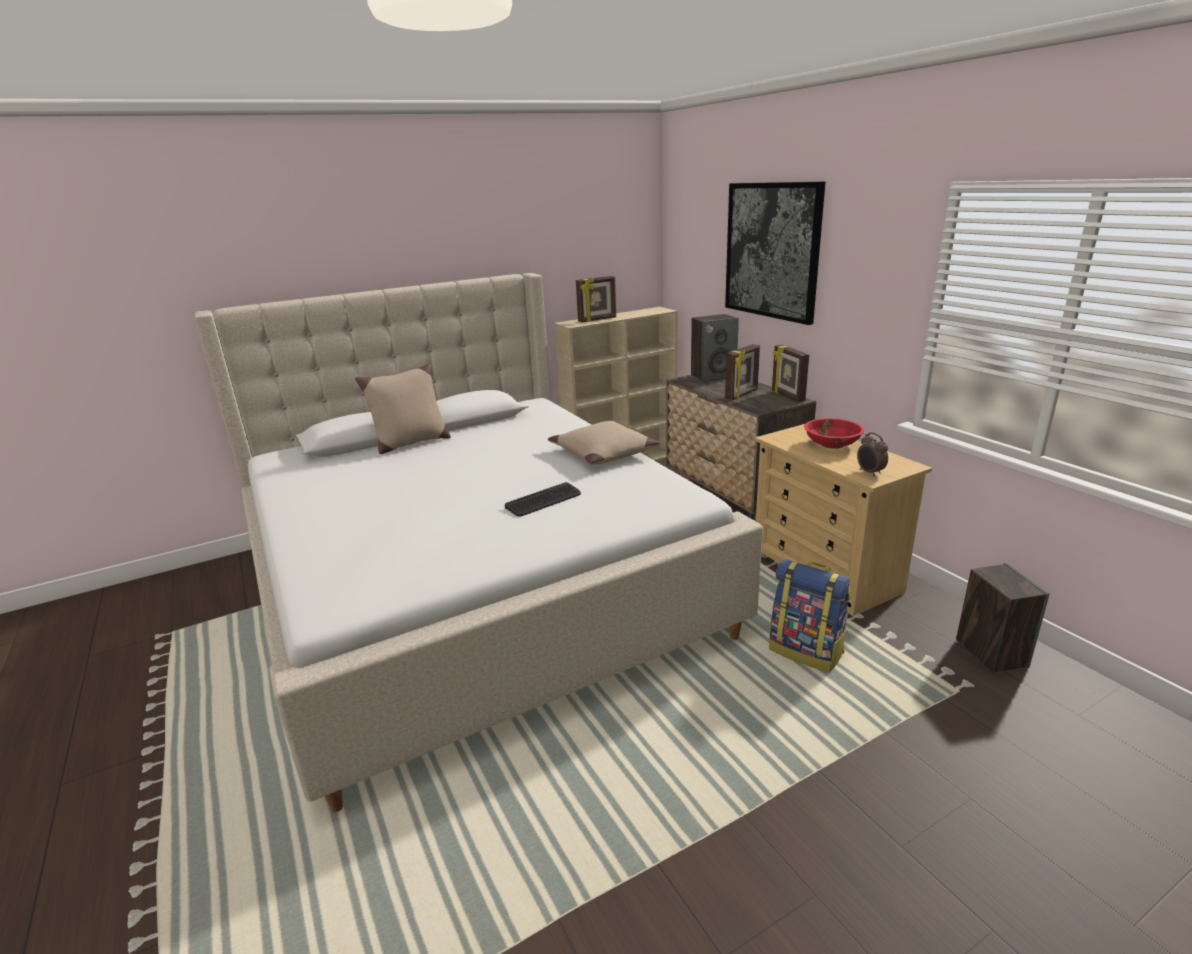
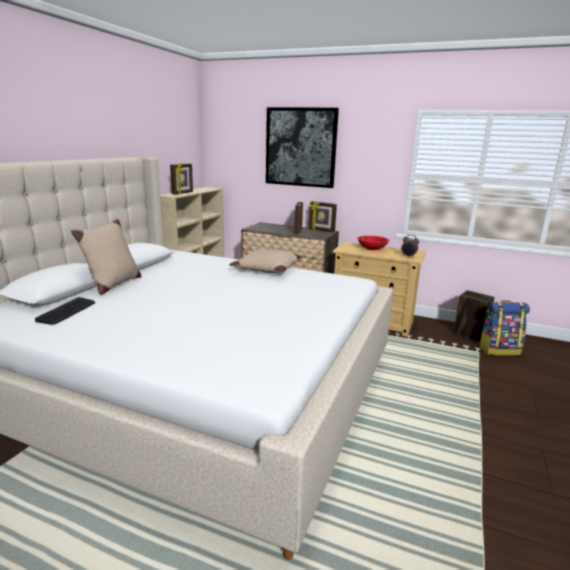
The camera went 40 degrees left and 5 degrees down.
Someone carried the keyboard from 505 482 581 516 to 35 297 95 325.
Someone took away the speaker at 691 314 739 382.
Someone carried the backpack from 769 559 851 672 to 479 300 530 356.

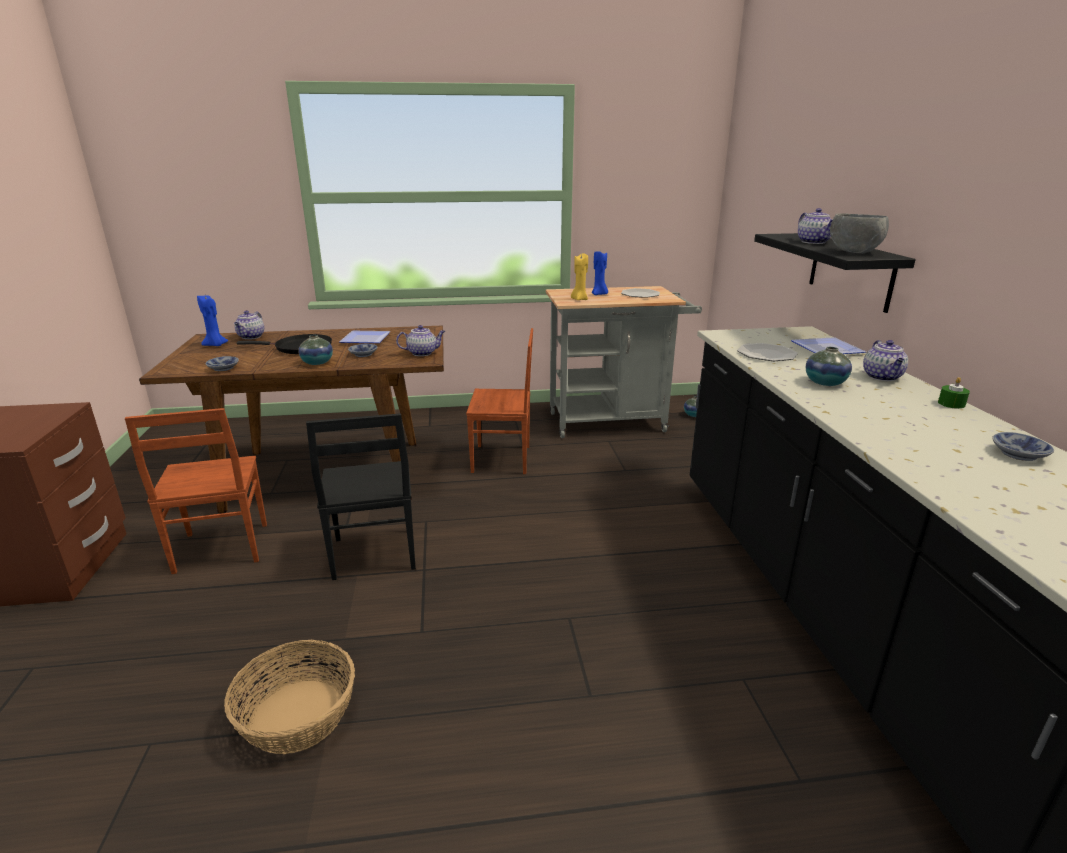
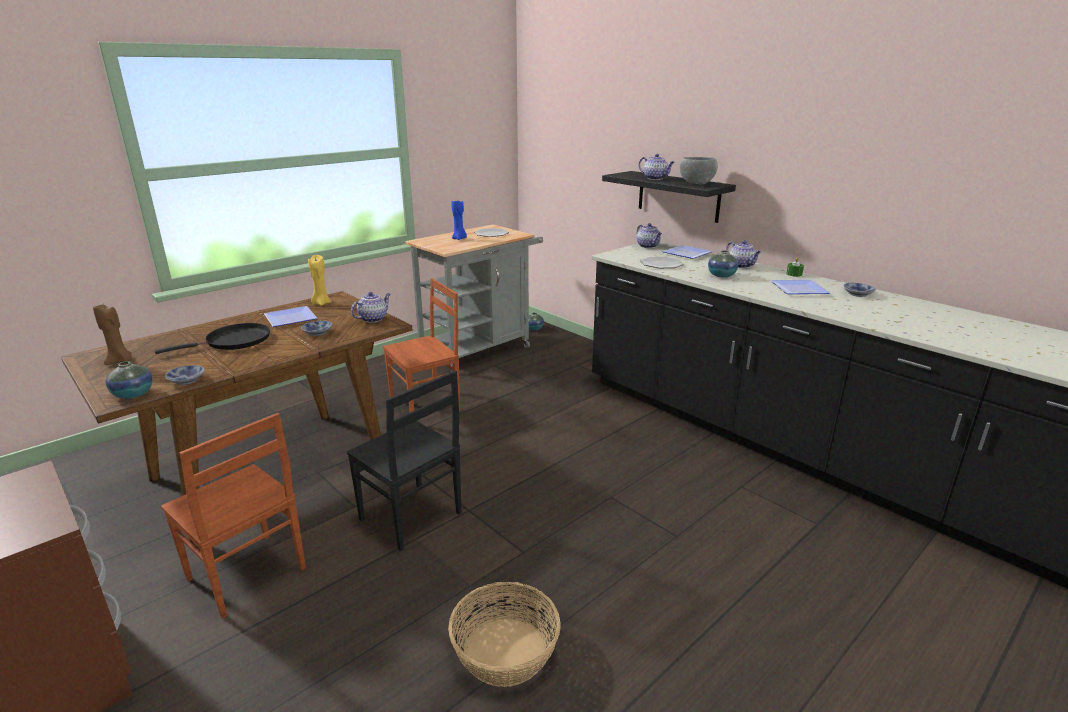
The camera went 35 degrees left and 0 degrees up.
Someone repainted the candle (blue) at 197 295 228 346, which became the candle (brown) at 93 304 132 365.
Someone carried the teapot from 234 311 264 339 to 637 223 662 248.
Someone carried the vase from 298 335 333 365 to 106 361 153 399.
Someone carried the candle (yellow) from 571 253 588 300 to 308 255 331 306.
Someone put down the plate at 770 280 830 294.

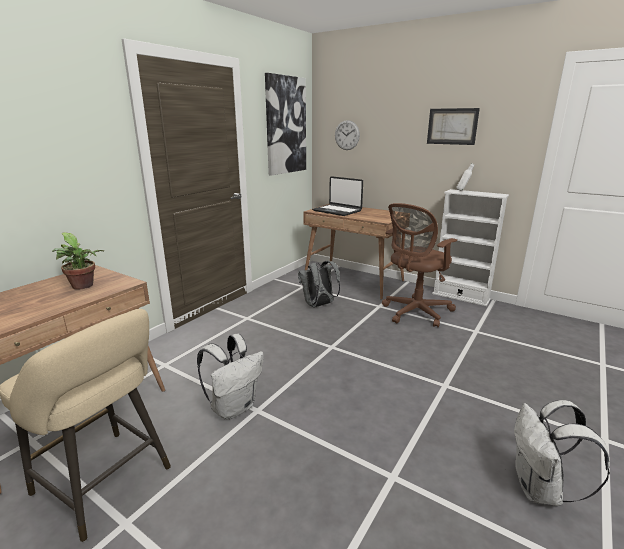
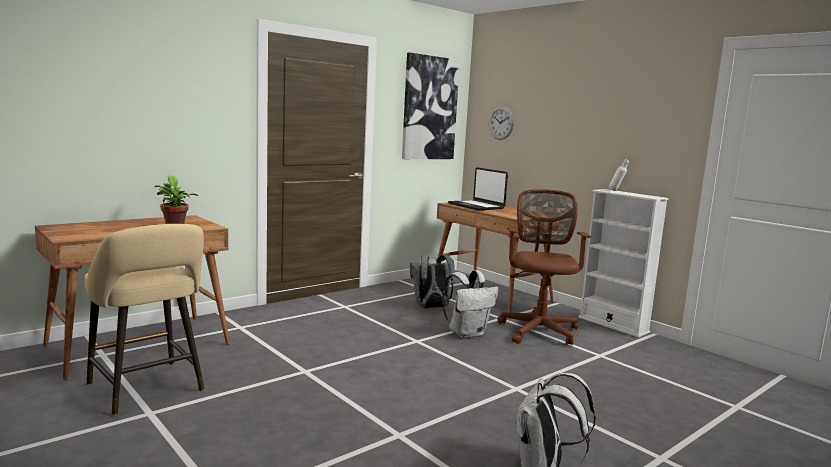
The camera went 15 degrees right and 10 degrees down.
Someone carried the backpack (white) from 197 334 264 420 to 442 270 498 339.
Someone rotated the office chair (brown) at 382 203 457 327 by 120 degrees clockwise.
Someone took away the picture at 427 108 480 145.

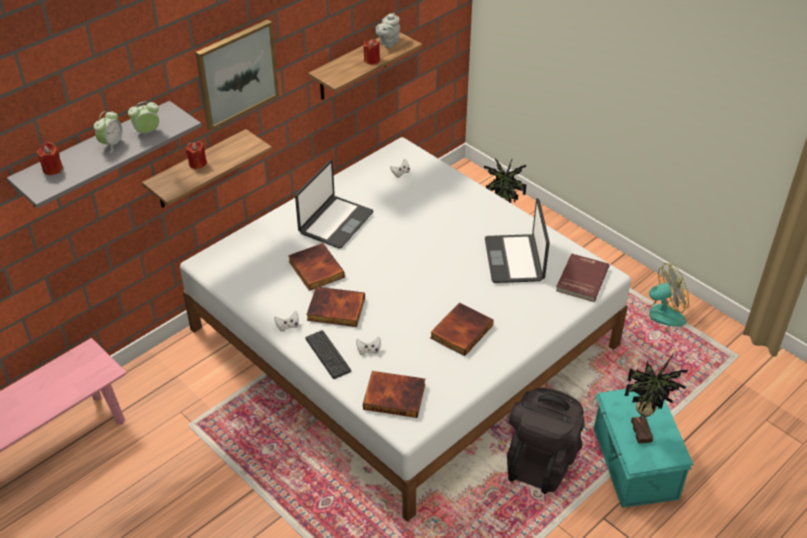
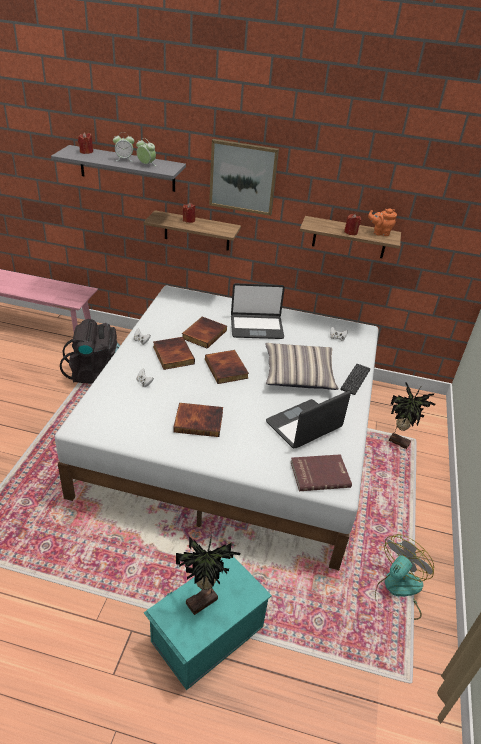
The camera went 55 degrees right and 5 degrees down.
Someone carried the keyboard from 305 330 351 379 to 340 364 370 395.
Someone carried the book from 363 371 425 418 to 205 350 249 384.
Someone repainted the teapot (grey) at 376 12 400 48, which became the teapot (orange) at 368 209 397 236.
Someone carried the backpack (black) from 507 388 585 494 to 60 319 120 383.
Someone rotated the fan at 632 263 689 333 by 90 degrees counterclockwise.
Someone put down the pillow at 265 343 339 390.

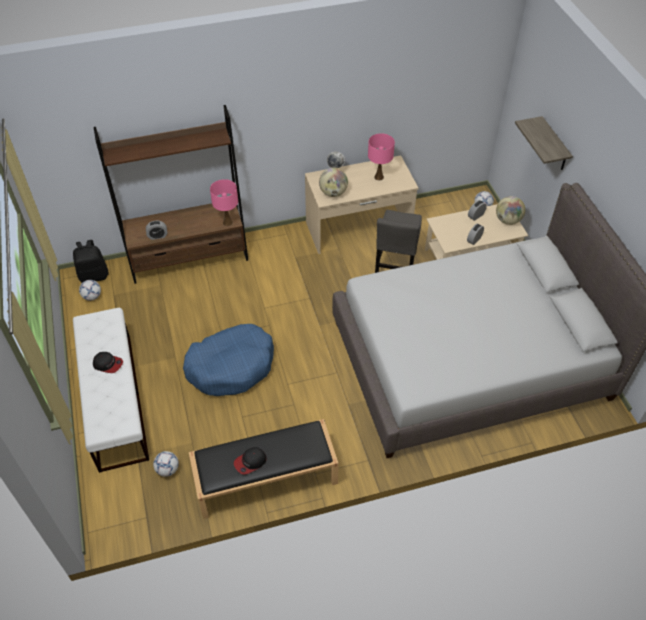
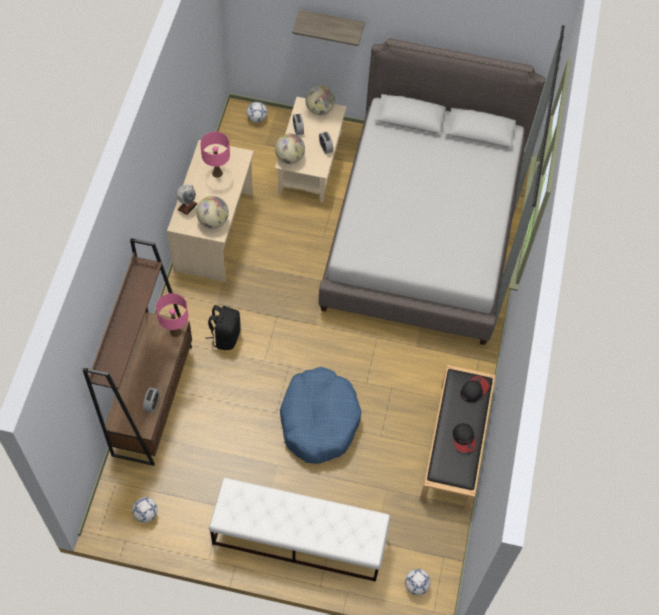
The camera went 65 degrees left and 10 degrees up.
Someone carried the backpack (black) from 73 240 109 283 to 205 305 241 350.
Someone carried the cap from 93 352 123 373 to 461 376 489 403.
Someone carried the football from 153 451 179 477 to 405 569 431 595.
Someone took away the chair (grey) at 375 210 422 273.
Someone put down the globe at 275 134 305 164.

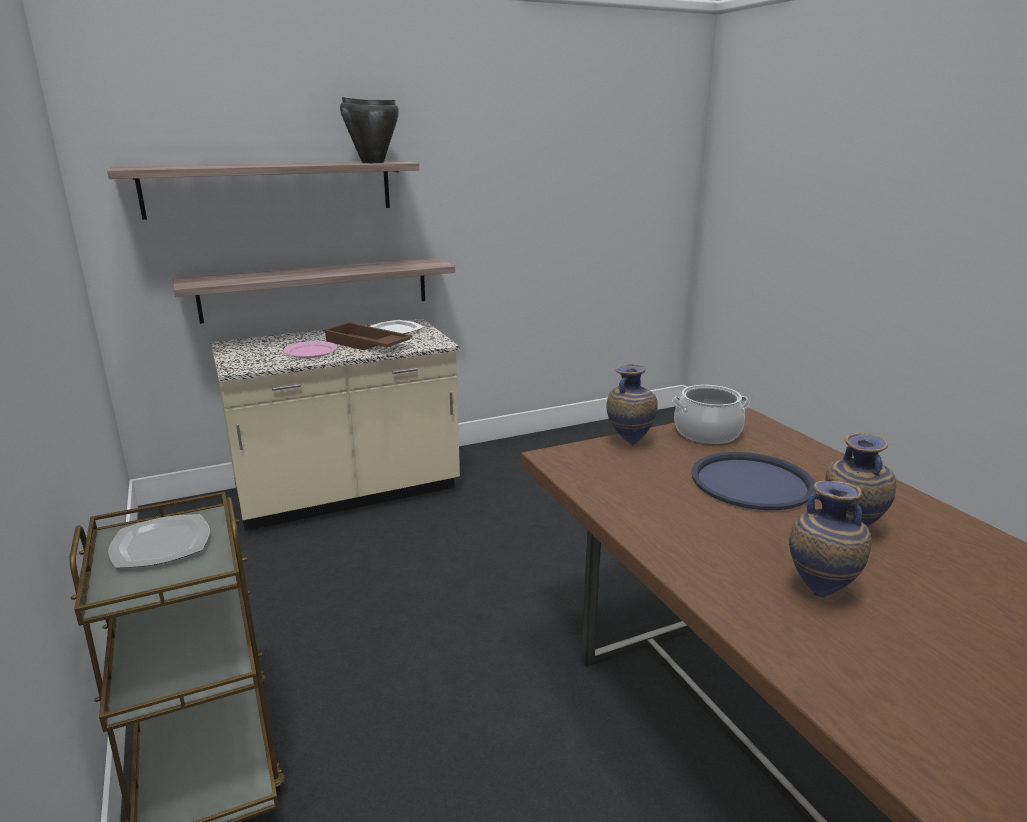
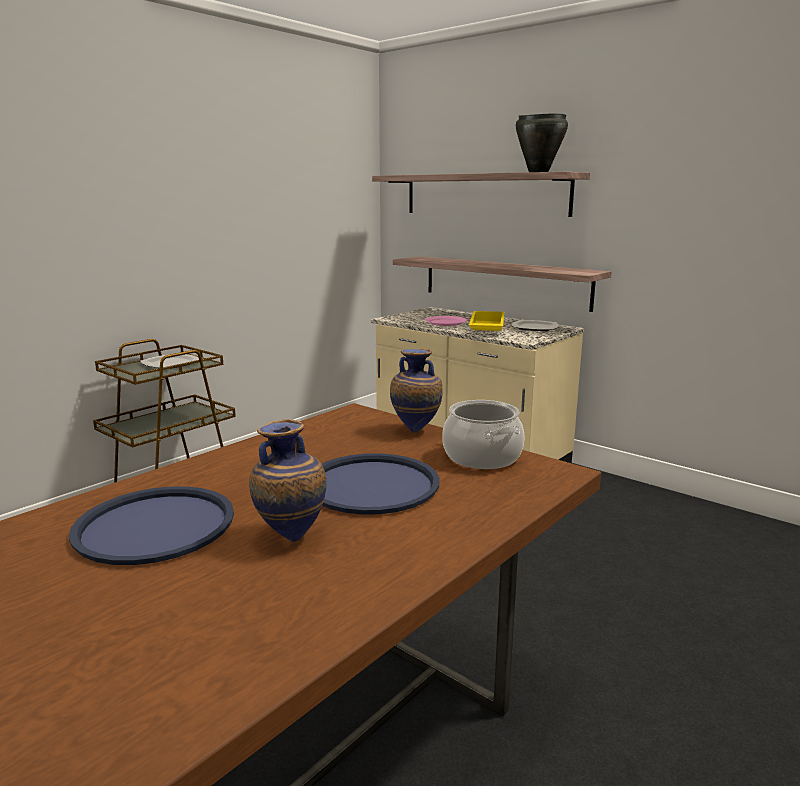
The camera went 65 degrees right and 5 degrees down.
Someone repainted the tray (brown) at 322 322 413 350, which became the tray (yellow) at 469 311 504 331.
Someone swapped the vase at 789 481 872 598 for the tray (blue) at 69 486 234 565.

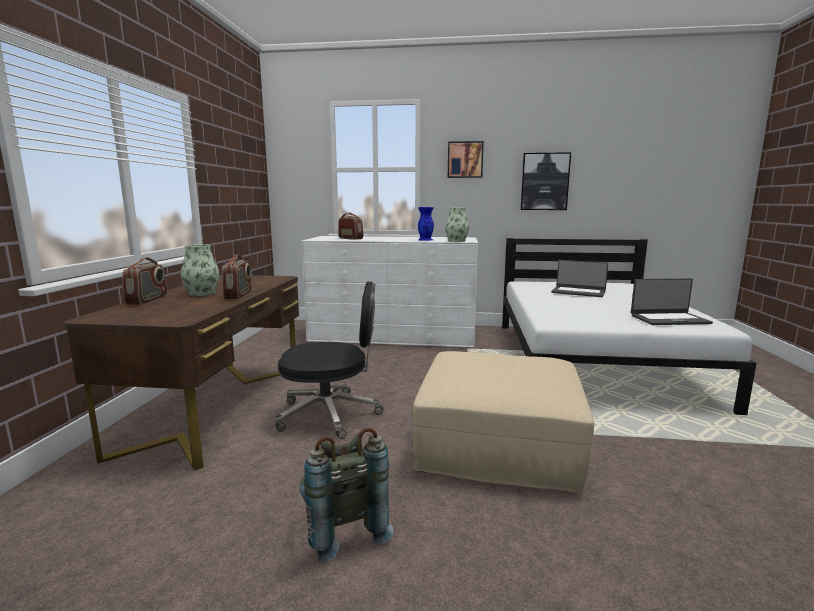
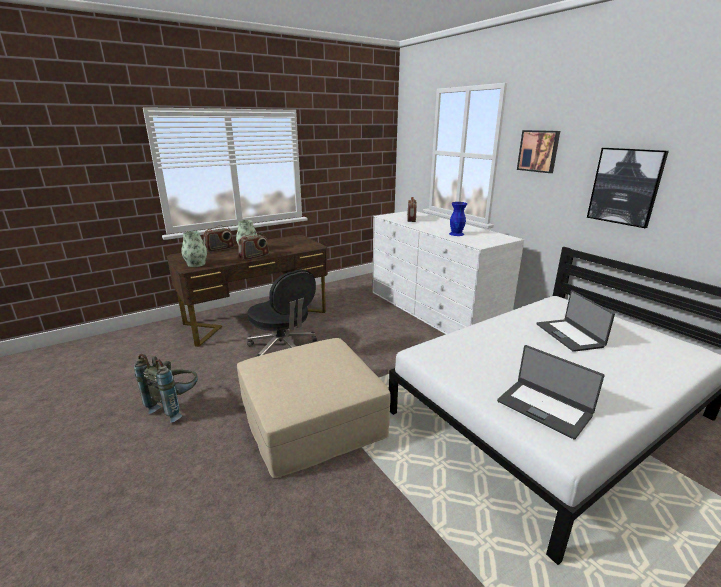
The camera went 50 degrees right and 10 degrees up.
Someone carried the vase from 445 207 469 242 to 181 231 207 267.

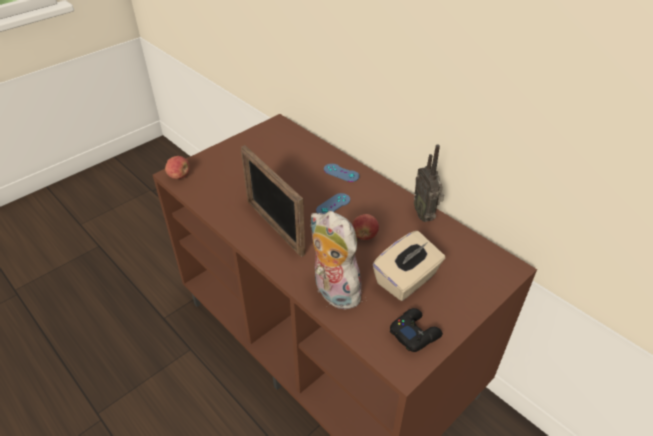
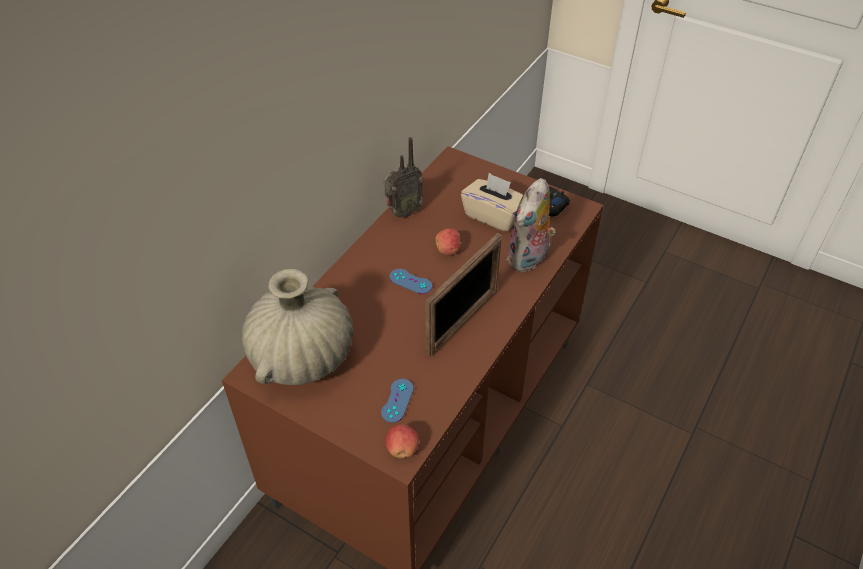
The camera went 105 degrees left and 5 degrees up.
Someone carried the game controller (blue) from 324 164 359 182 to 381 379 414 423.
Someone put down the vase (beige) at 242 269 354 385.

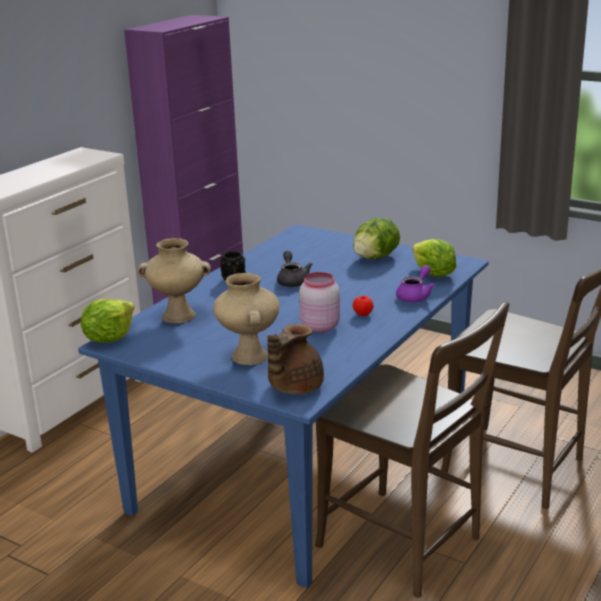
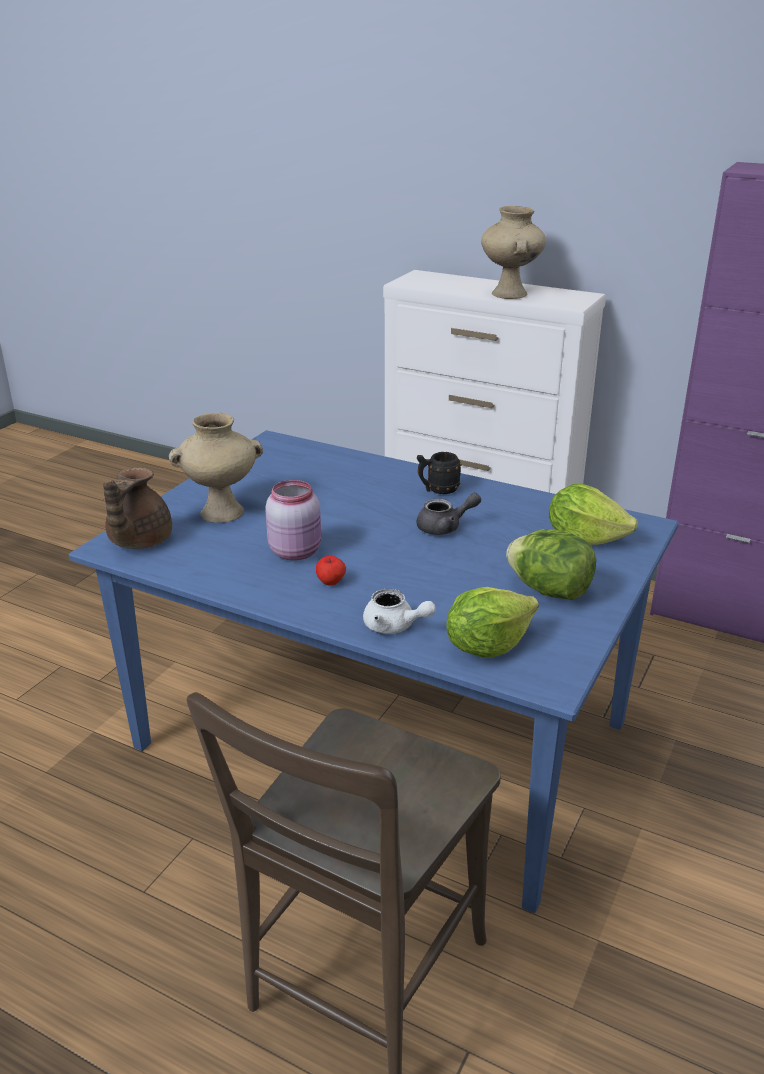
The camera went 85 degrees right and 5 degrees up.
Someone carried the lettuce from 81 299 134 343 to 549 484 638 545.
Someone carried the vase (beige) from 137 238 211 324 to 481 206 546 299.
Someone rotated the teapot (brown) at 268 324 324 395 by 105 degrees counterclockwise.
Someone took away the chair (brown) at 315 302 510 598.
Someone repainted the teapot (purple) at 396 265 435 302, which became the teapot (white) at 363 589 436 634.

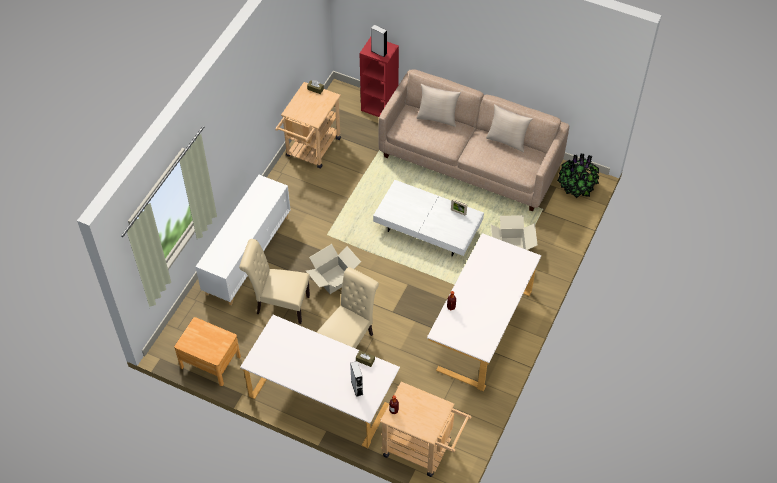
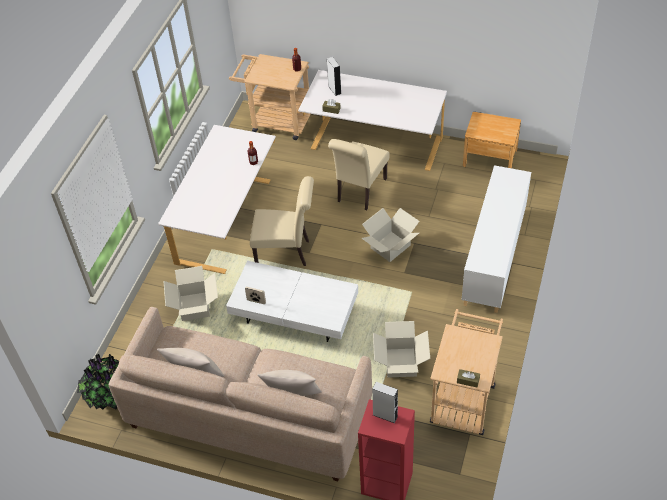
The camera went 175 degrees right and 5 degrees down.
Someone carried the chair (beige) from 239 239 310 324 to 250 176 314 266.
Someone put down the cardboard box at 373 321 430 378.

